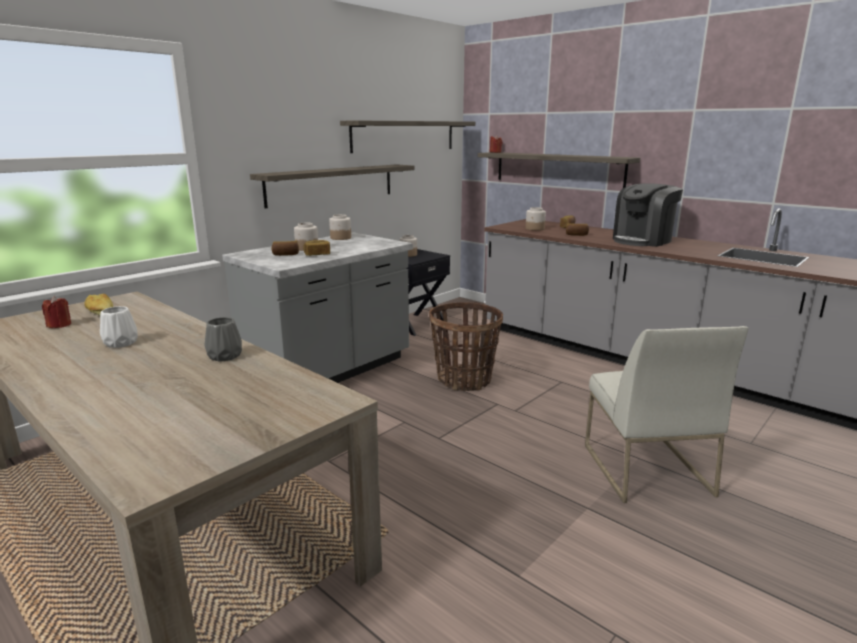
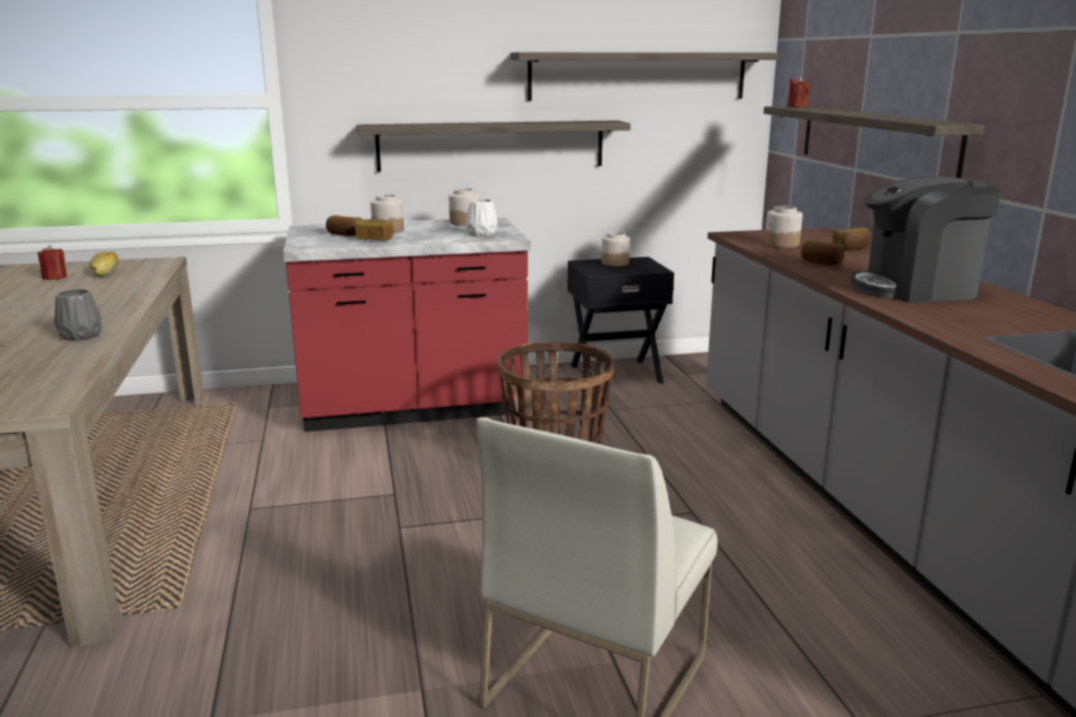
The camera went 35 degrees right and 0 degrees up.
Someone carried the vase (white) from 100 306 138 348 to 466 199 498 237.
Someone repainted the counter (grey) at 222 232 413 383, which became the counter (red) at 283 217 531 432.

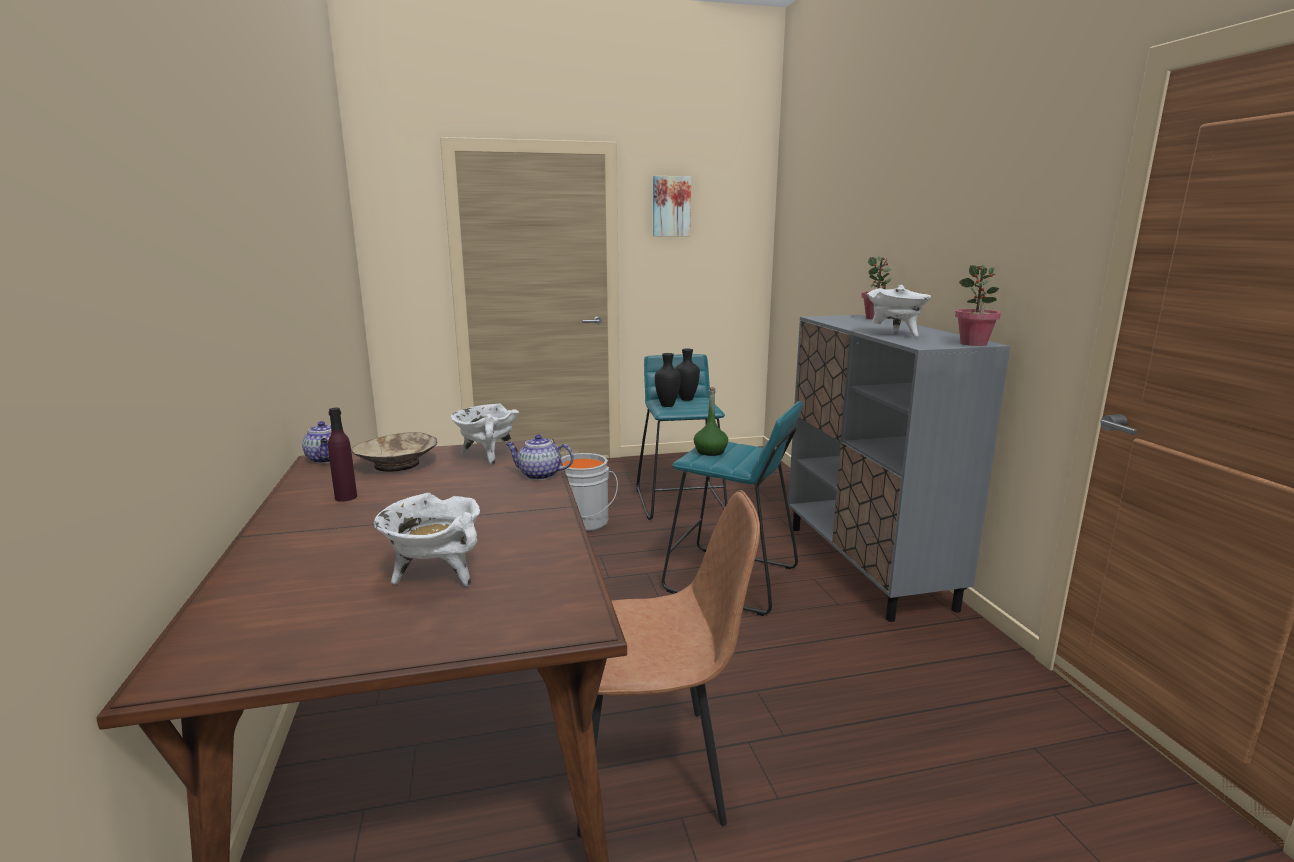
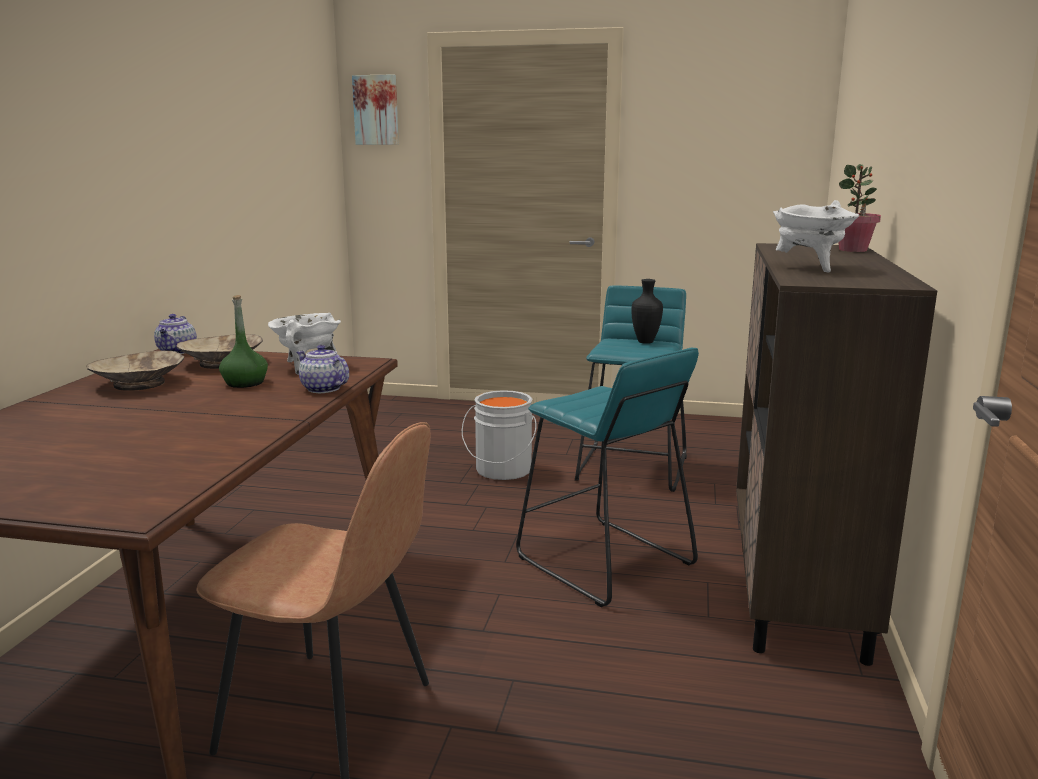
The camera went 25 degrees right and 0 degrees up.
Someone swapped the bottle (purple) at 328 408 357 502 for the bowl (beige) at 86 351 184 391.
Someone took away the cooking pot (white) at 374 493 480 586.
Someone carried the picture from 653 176 691 236 to 352 74 399 145.
Someone took away the vase (black) at 655 353 681 407.
Someone carried the bottle (green) from 694 387 728 456 to 219 295 268 388.
Someone repainted the cabinet (grey) at 788 315 1011 622, which became the cabinet (brown) at 736 243 937 666.
Someone took away the potted plant at 955 265 1001 346.

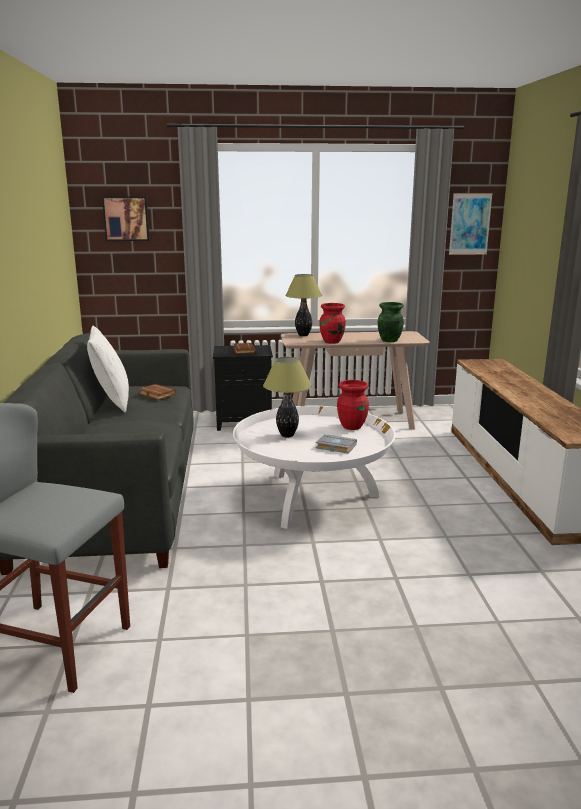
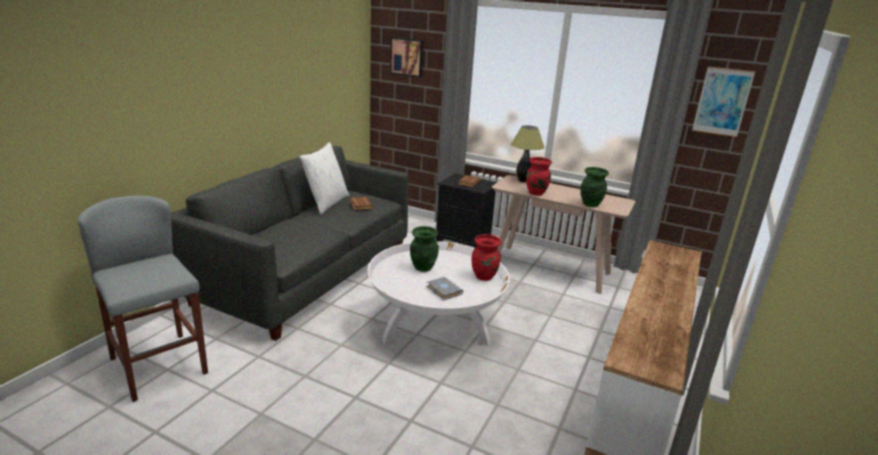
The camera went 30 degrees right and 5 degrees up.
Someone swapped the table lamp at 263 357 312 437 for the vase (green) at 410 226 439 272.

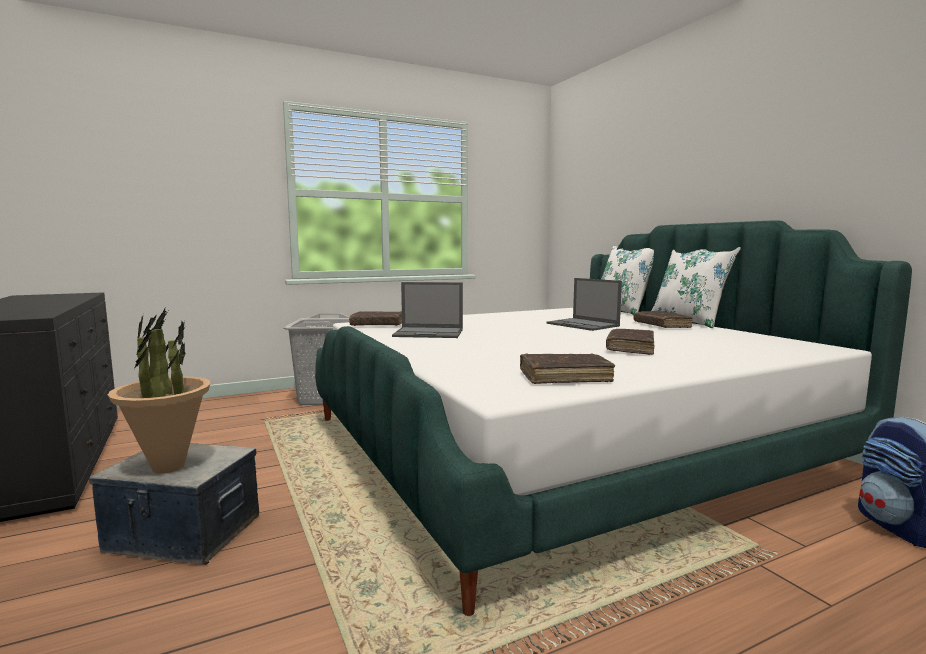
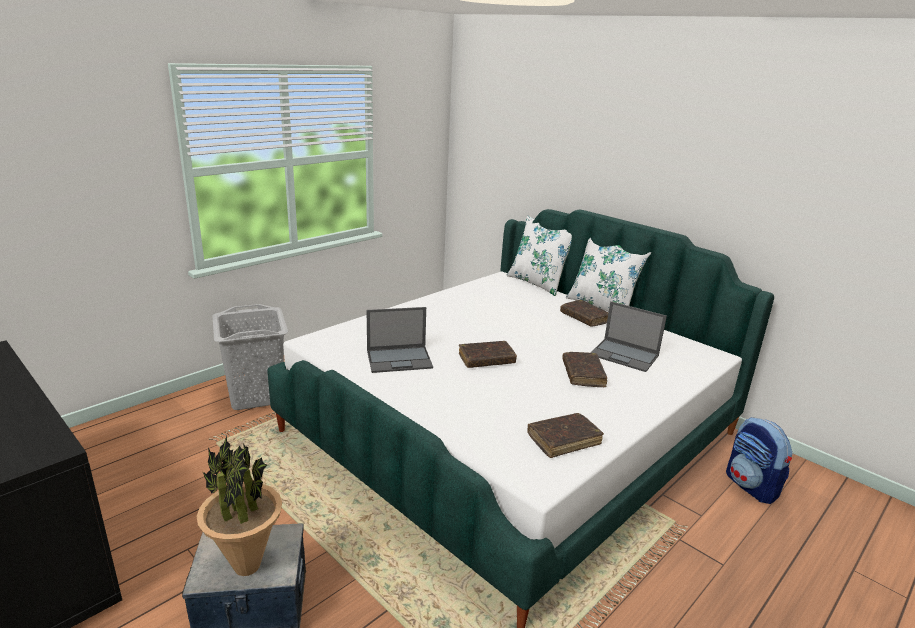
The camera went 20 degrees left and 15 degrees up.
Someone carried the book (brown) from 349 311 402 326 to 459 341 517 368.
Someone carried the laptop from 546 278 622 331 to 591 301 667 372.

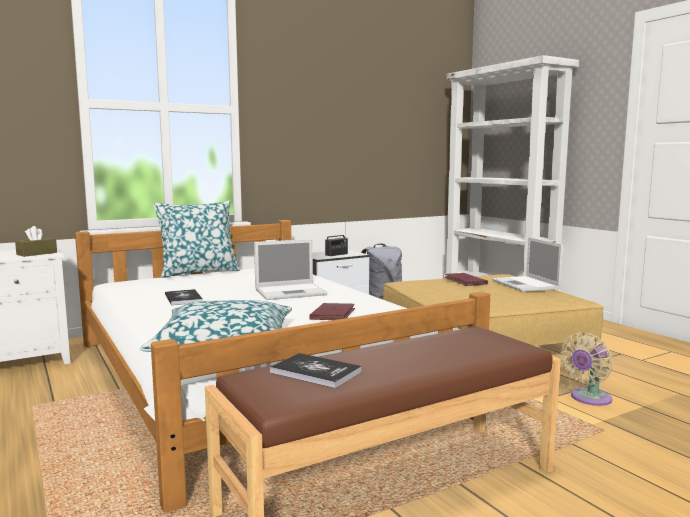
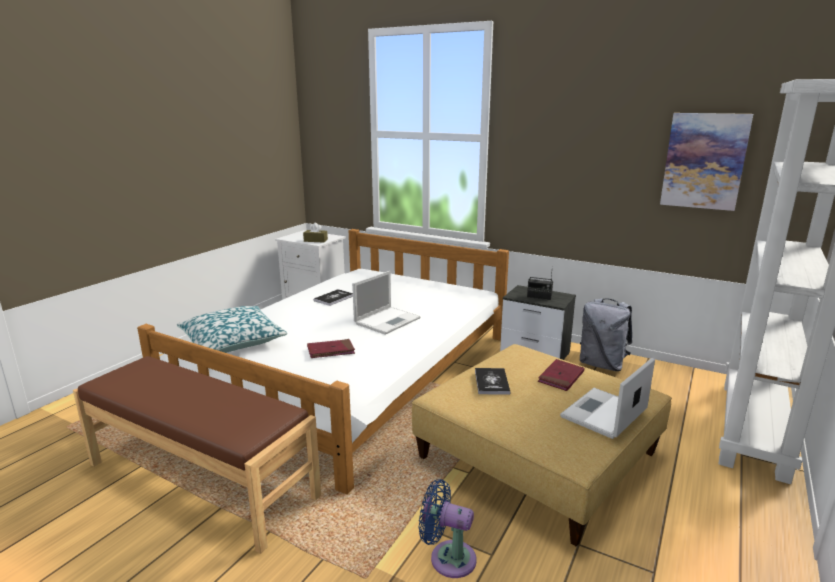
The camera went 60 degrees right and 10 degrees up.
Someone took away the pillow at 153 200 240 278.
Someone rotated the laptop at 254 239 327 300 by 90 degrees counterclockwise.
Someone carried the book from 270 353 362 388 to 475 368 511 395.
Someone repainted the fan (beige) at 560 332 613 406, which became the fan (blue) at 418 479 477 578.
Someone put up the picture at 660 113 753 211.

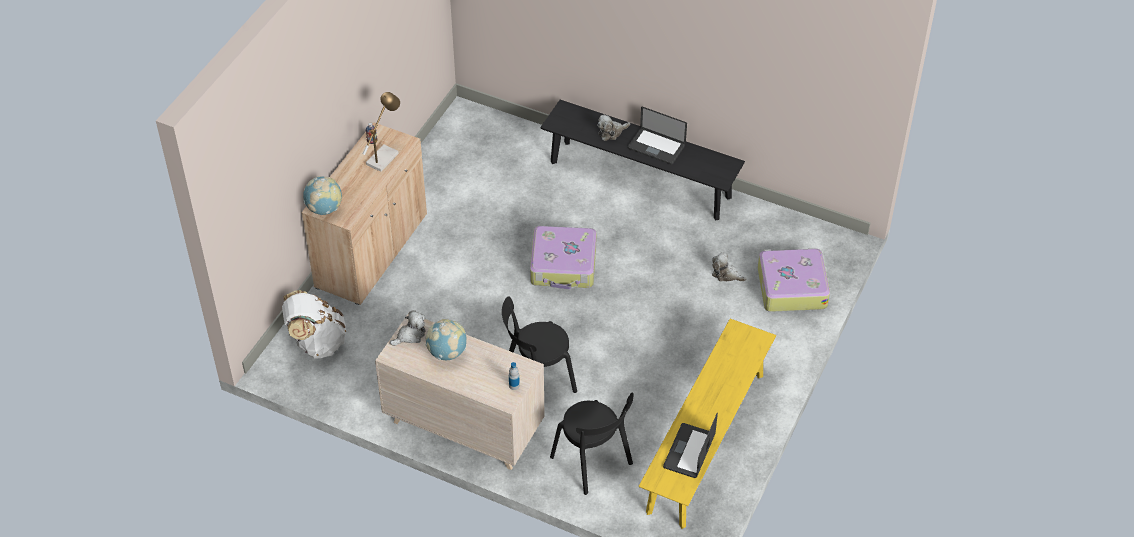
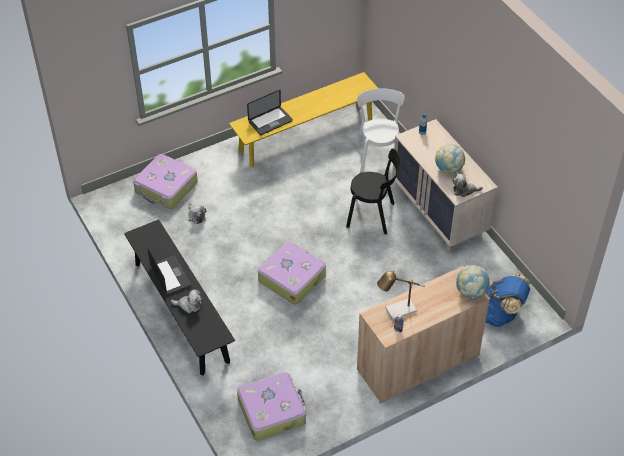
The camera went 145 degrees left and 0 degrees up.
Someone repainted the backpack (white) at 282 290 346 358, which became the backpack (blue) at 485 274 531 327.
Someone repainted the chair (black) at 550 392 634 495, which became the chair (white) at 357 88 405 173.
Someone carried the laptop from 663 413 718 478 to 247 90 293 135.
Someone put down the suitcase at 237 372 306 441.

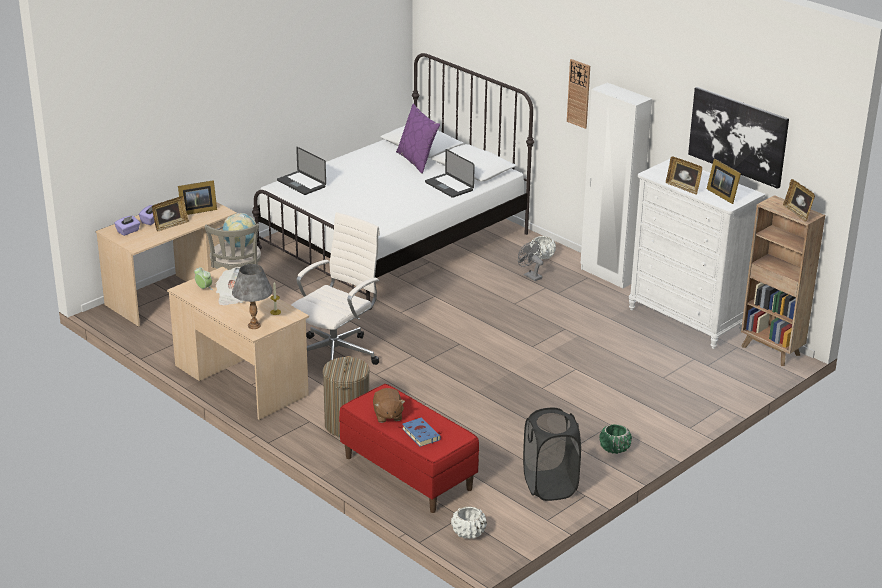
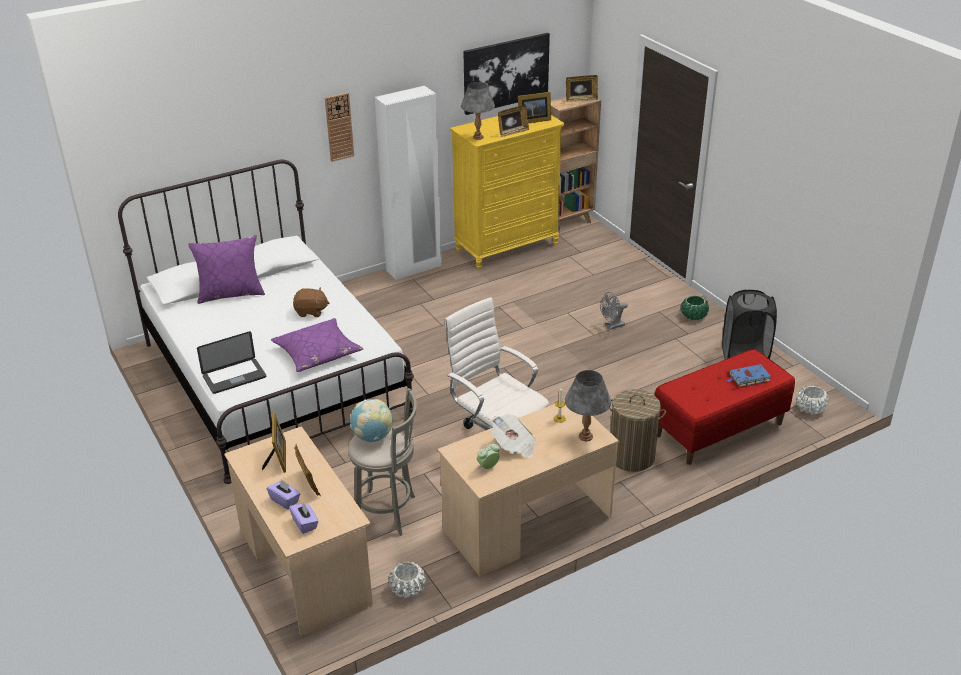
The camera went 75 degrees left and 5 degrees up.
Someone carried the plush toy (brown) from 373 388 405 423 to 293 287 329 317.
Someone took away the laptop at 425 149 475 198.
Someone carried the fan (grey) from 518 241 543 281 to 600 292 628 330.
Someone carried the planter (white) from 530 236 556 259 to 389 561 426 598.
Someone repainted the dresser (white) at 629 159 765 349, which became the dresser (yellow) at 450 115 564 269.
Someone put down the pillow (purple) at 271 318 364 372.
Someone put down the table lamp (grey) at 461 82 495 140.

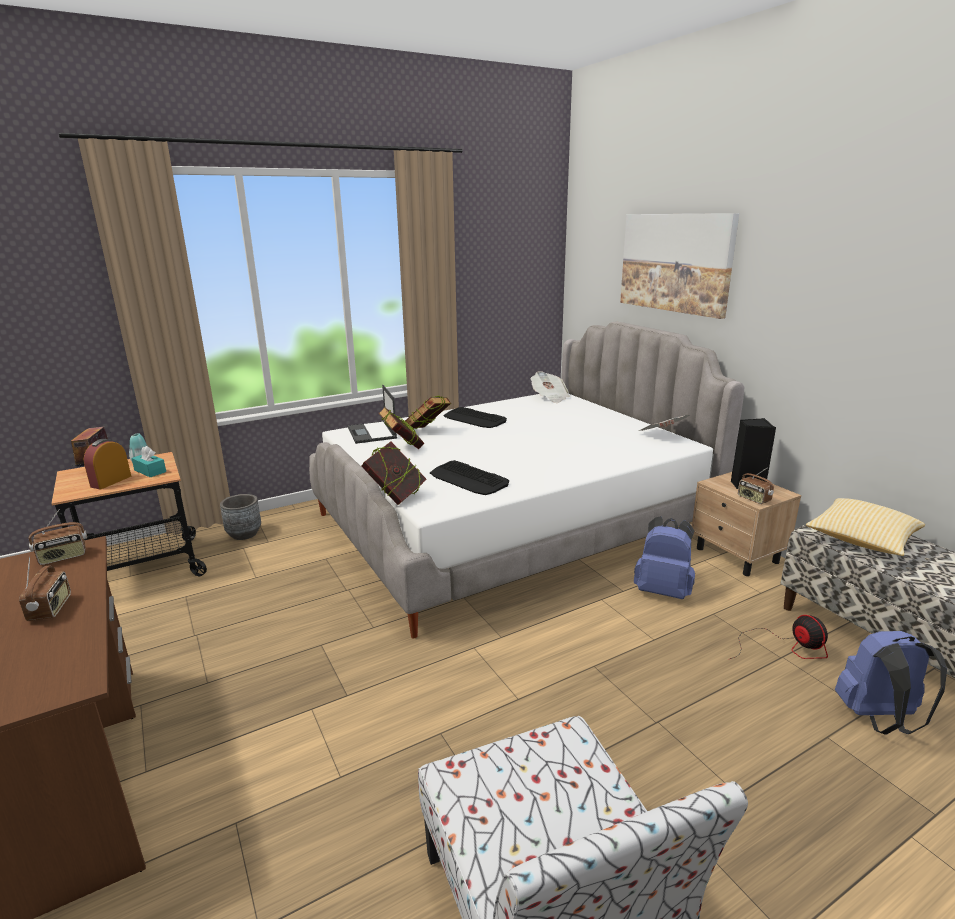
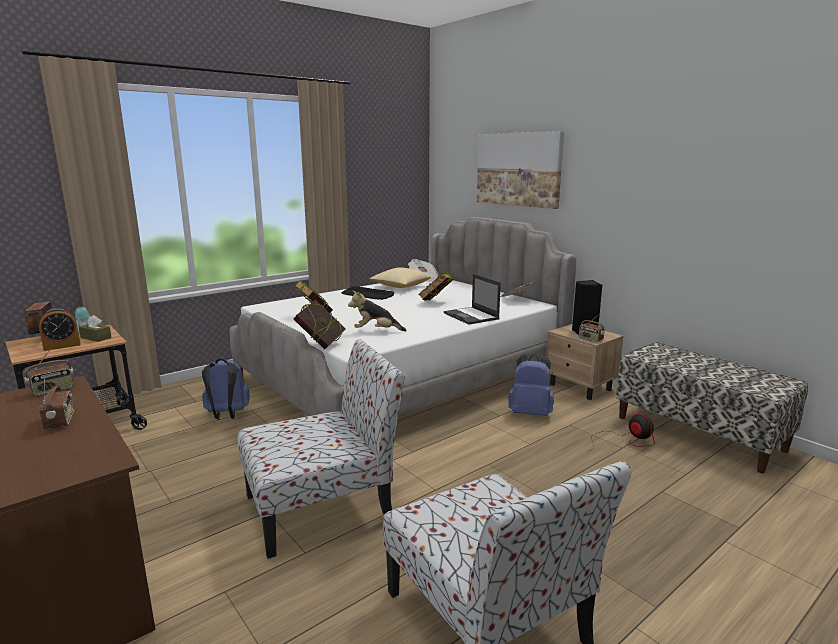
The camera went 10 degrees left and 5 degrees down.
Someone rotated the alarm clock at 84 439 131 489 by 135 degrees counterclockwise.
Someone repainted the tissue box (turquoise) at 131 446 166 477, which became the tissue box (brown) at 79 315 112 342.
Someone took away the planter (grey) at 220 494 261 540.
Someone carried the laptop from 348 385 397 444 to 444 274 501 324.
Someone carried the book from 405 395 451 429 to 419 272 454 301.
Someone swapped the keyboard at 430 460 509 495 for the plush toy at 348 290 406 331.
Someone carried the pillow from 806 498 925 556 to 369 267 431 288.
Someone carried the backpack (blue) from 835 631 947 735 to 202 359 250 420.
Someone put down the chair at 237 339 405 559.

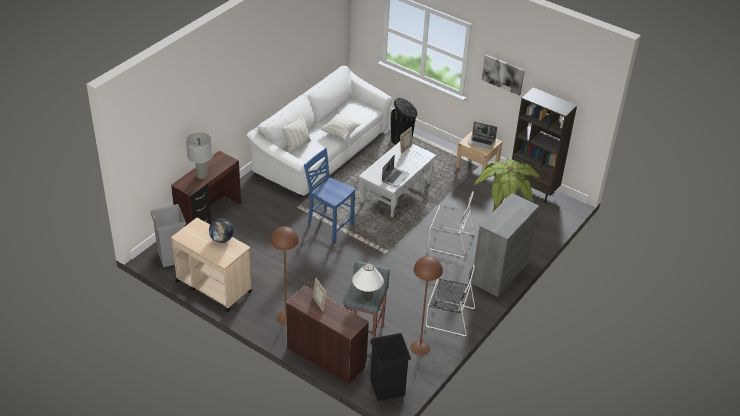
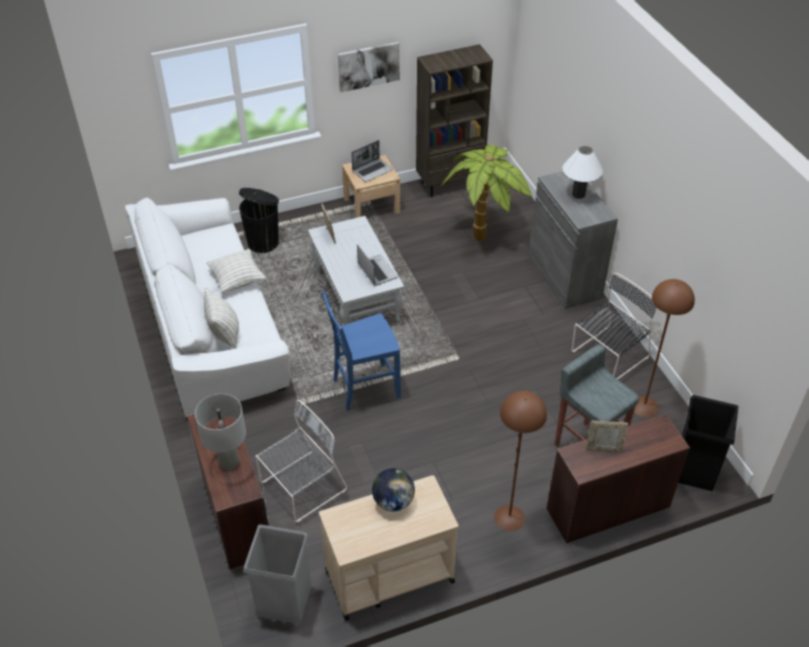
The camera went 55 degrees left and 5 degrees up.
Someone carried the table lamp (white) from 352 263 384 301 to 562 146 603 199.
Someone carried the chair (grey) from 428 191 474 258 to 255 400 347 522.

